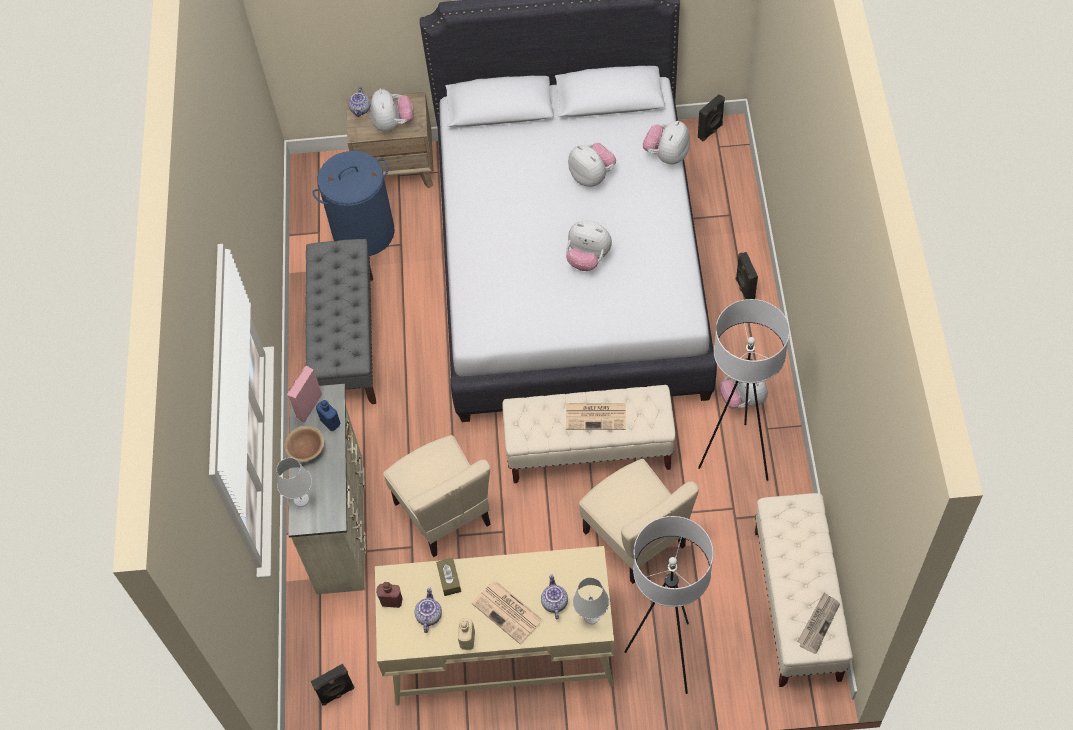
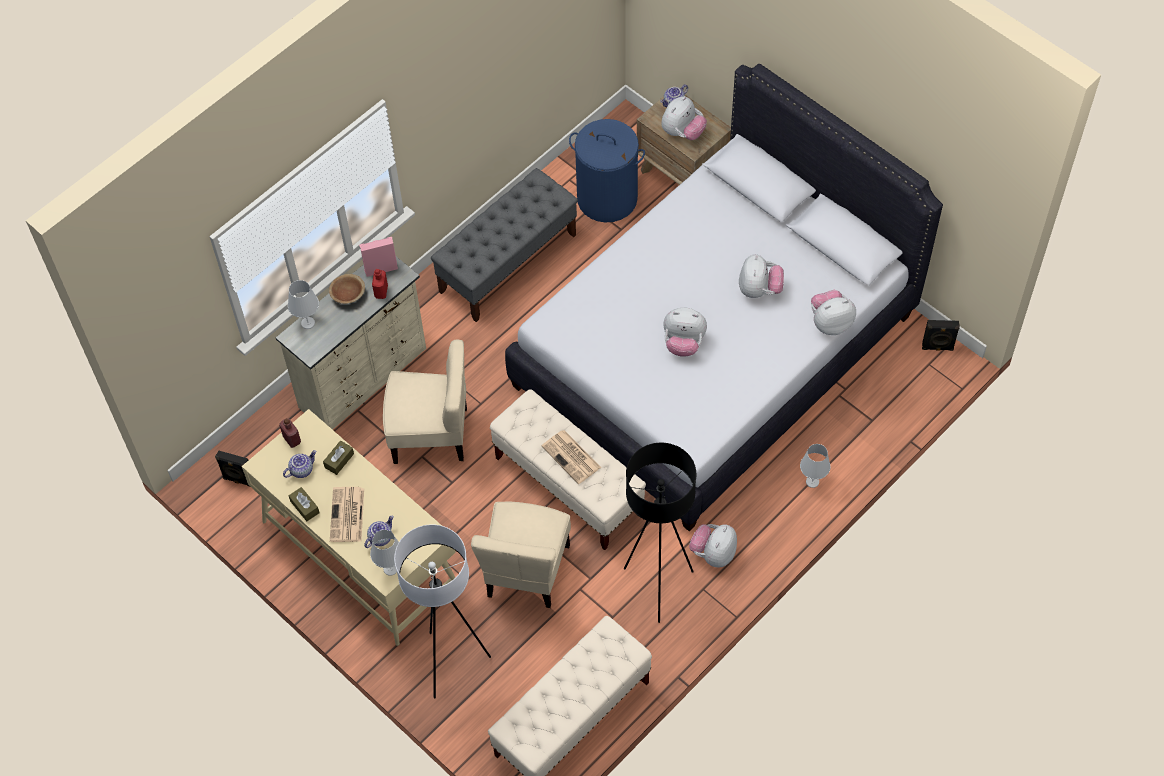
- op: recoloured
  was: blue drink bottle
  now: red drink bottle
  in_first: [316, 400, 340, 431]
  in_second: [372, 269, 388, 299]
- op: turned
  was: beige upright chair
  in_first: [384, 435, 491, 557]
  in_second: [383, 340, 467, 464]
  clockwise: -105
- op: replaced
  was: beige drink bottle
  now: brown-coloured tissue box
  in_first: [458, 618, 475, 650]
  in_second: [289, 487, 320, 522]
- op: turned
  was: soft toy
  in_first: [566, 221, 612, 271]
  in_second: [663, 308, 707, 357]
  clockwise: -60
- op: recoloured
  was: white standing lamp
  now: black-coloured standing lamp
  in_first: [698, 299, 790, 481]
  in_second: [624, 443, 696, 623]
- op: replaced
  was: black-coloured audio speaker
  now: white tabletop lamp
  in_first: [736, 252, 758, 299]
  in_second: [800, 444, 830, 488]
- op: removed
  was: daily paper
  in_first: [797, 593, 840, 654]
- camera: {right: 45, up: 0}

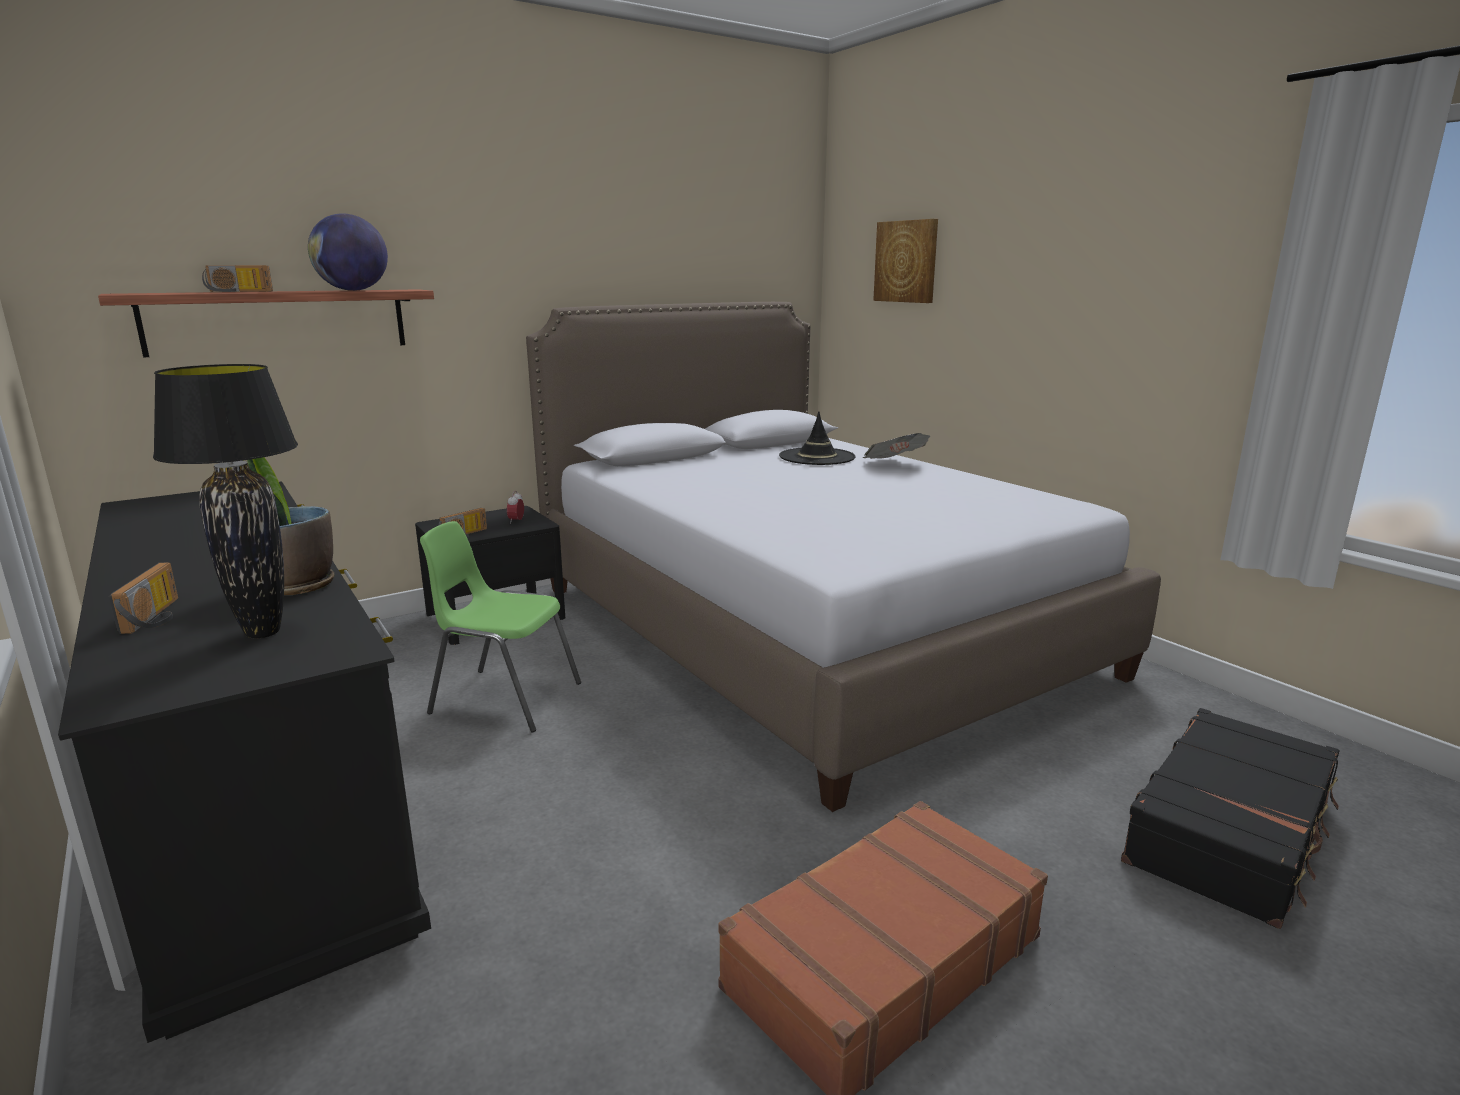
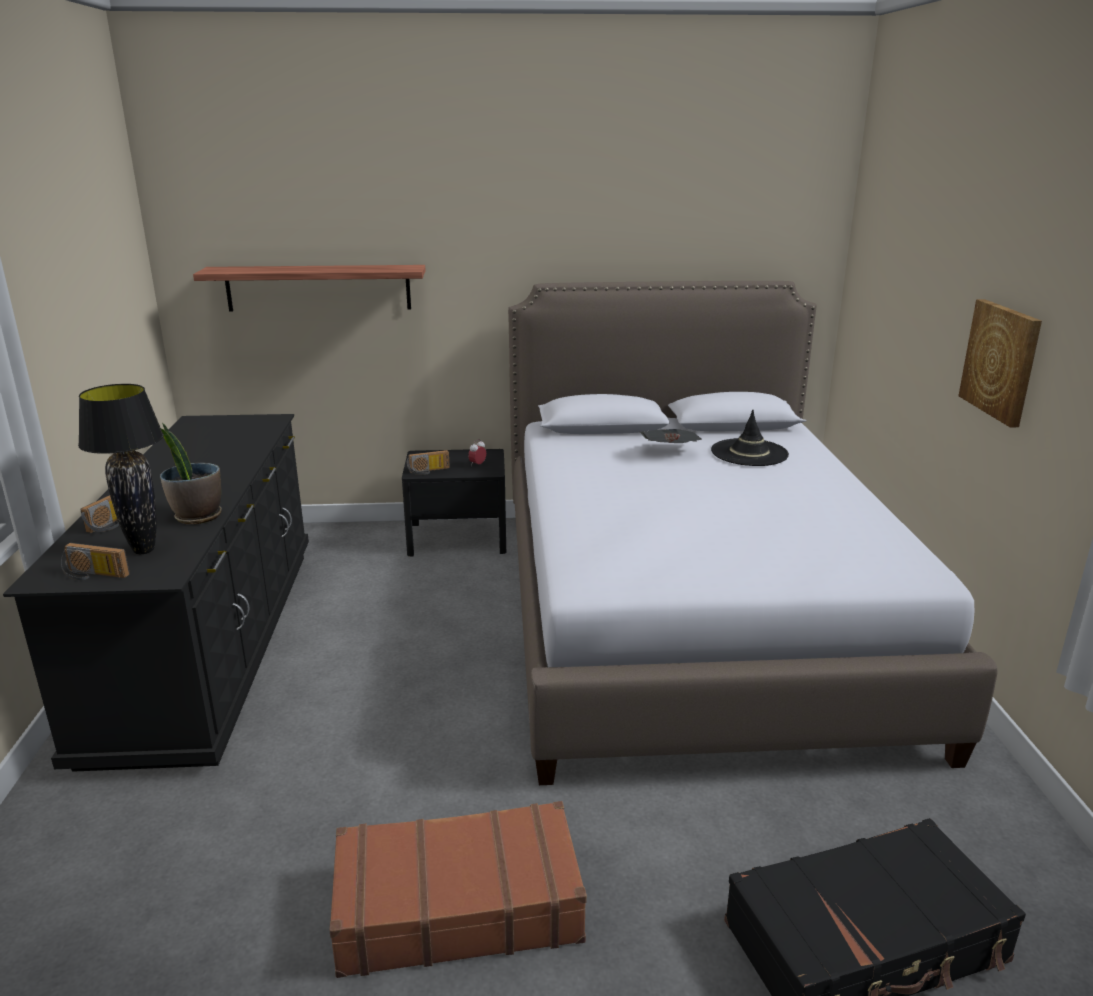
- op: moved
  was: radio
  in_first: [202, 265, 273, 292]
  in_second: [61, 543, 130, 580]
- op: removed
  was: world globe
  in_first: [308, 214, 388, 291]
- op: removed
  was: greenish upright chair
  in_first: [420, 521, 581, 732]
- op: moved
  was: daily paper
  in_first: [863, 433, 930, 459]
  in_second: [640, 429, 701, 443]
- op: moved
  was: wall art
  in_first: [873, 219, 938, 303]
  in_second: [958, 299, 1042, 428]
- camera: {right: 30, up: 5}

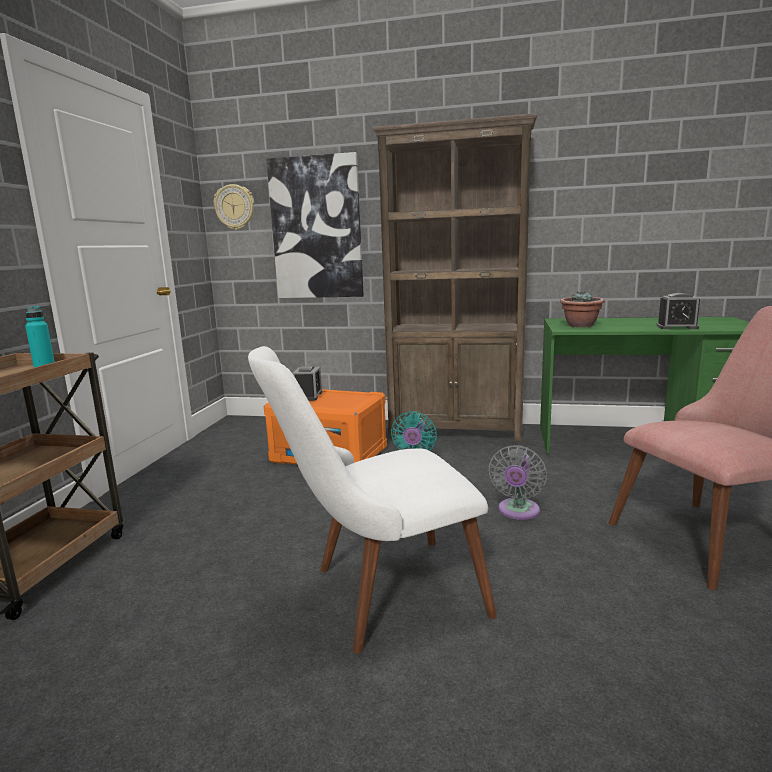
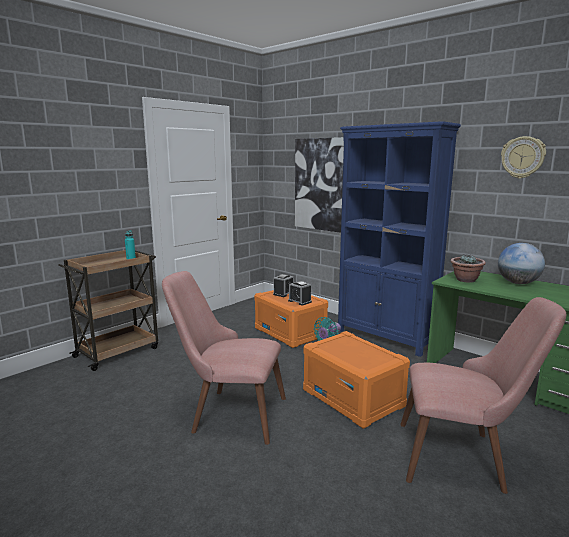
- op: moved
  was: hanging clock
  in_first: [214, 184, 254, 230]
  in_second: [501, 136, 546, 179]
- op: recoloured
  was: white upright chair
  now: pink upright chair
  in_first: [248, 346, 497, 654]
  in_second: [162, 271, 286, 445]
- op: recoloured
  was: brown-coloured bookshelf
  now: blue bookshelf
  in_first: [372, 113, 537, 442]
  in_second: [338, 121, 461, 357]
- op: replaced
  was: greyish fan
  now: orangey storage bin
  in_first: [488, 445, 547, 520]
  in_second: [303, 331, 410, 429]
- op: moved
  was: alarm clock
  in_first: [656, 293, 700, 329]
  in_second: [288, 281, 312, 306]
- op: added
  now: world globe
  in_second: [498, 243, 545, 284]
- camera: {right: 30, up: 0}

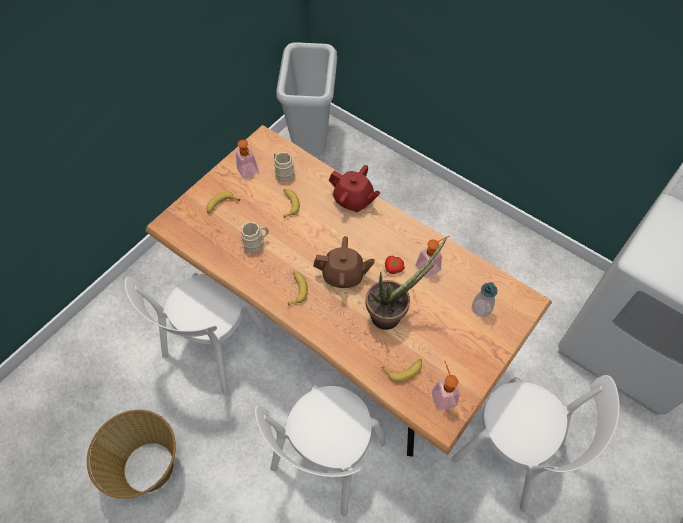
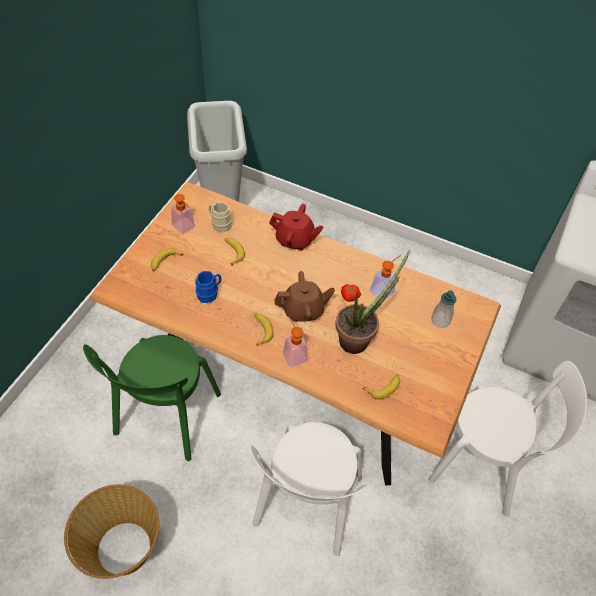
- op: recoloured
  was: white upright chair
  now: greenish upright chair
  in_first: [125, 273, 269, 395]
  in_second: [83, 335, 221, 461]
- op: recoloured
  was: beige mug
  now: blue mug
  in_first: [241, 222, 269, 253]
  in_second: [195, 271, 222, 303]
- op: moved
  was: soap bottle
  in_first: [432, 361, 460, 410]
  in_second: [283, 317, 308, 367]
- camera: {right: -15, up: -5}

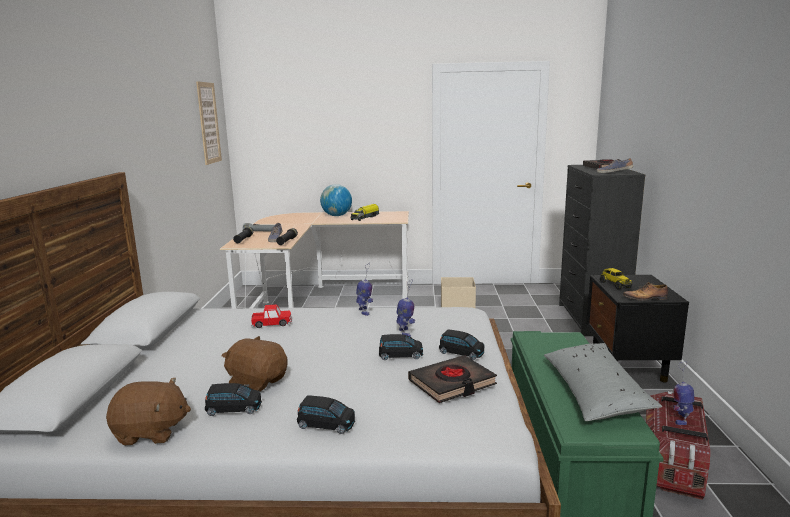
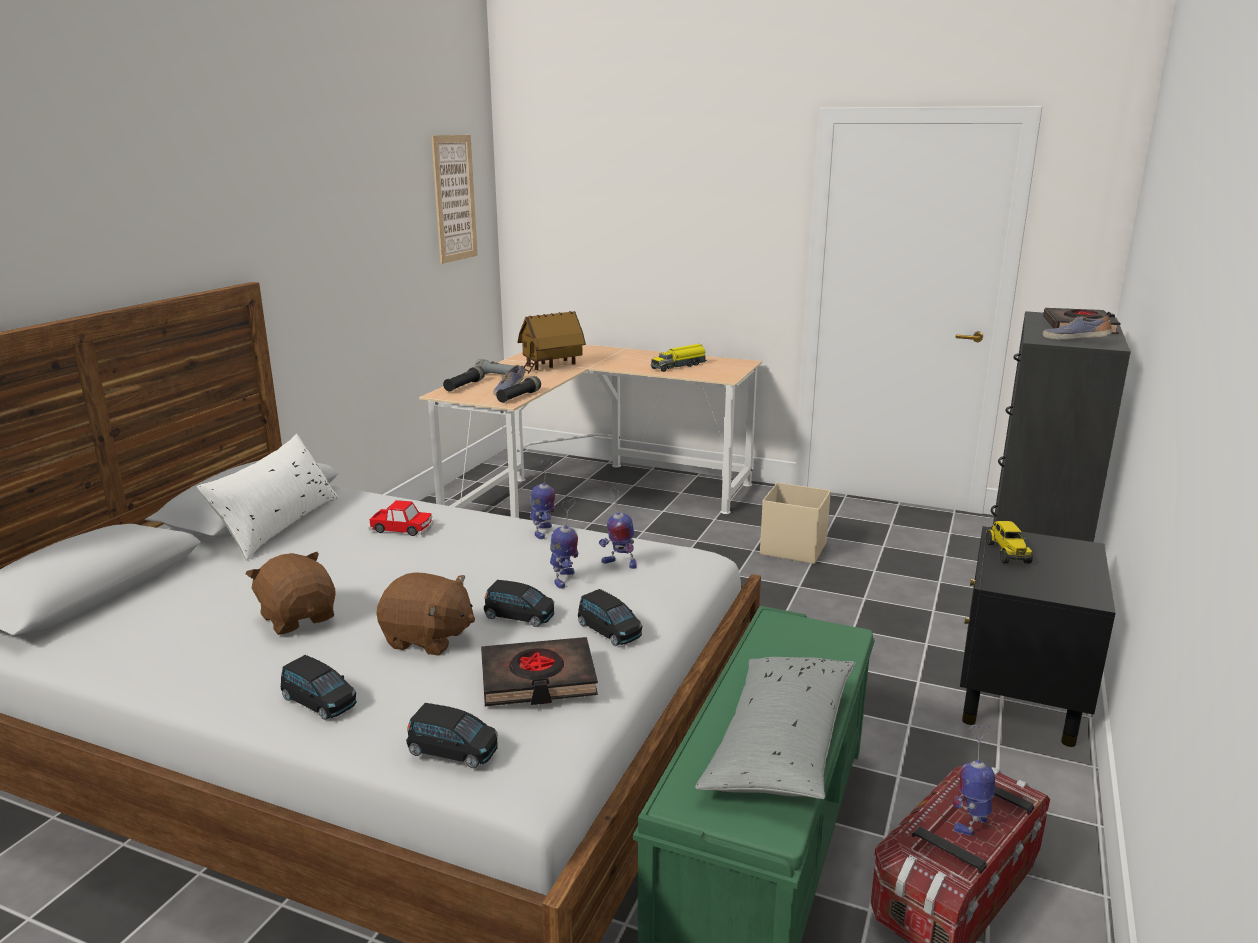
- op: moved
  was: brown-coloured soft toy
  in_first: [106, 378, 191, 446]
  in_second: [377, 572, 475, 656]
- op: moved
  was: black-coloured model car
  in_first: [205, 383, 262, 416]
  in_second: [406, 703, 498, 768]
- op: removed
  was: world globe
  in_first: [320, 184, 352, 216]
- op: removed
  was: low shoe
  in_first: [623, 282, 668, 301]
- op: added
  now: white pillow
  in_second: [196, 434, 338, 561]
- op: added
  now: model house
  in_second: [518, 311, 586, 374]
- op: added
  now: robot figure
  in_second: [599, 485, 637, 569]
- camera: {right: 20, up: 5}

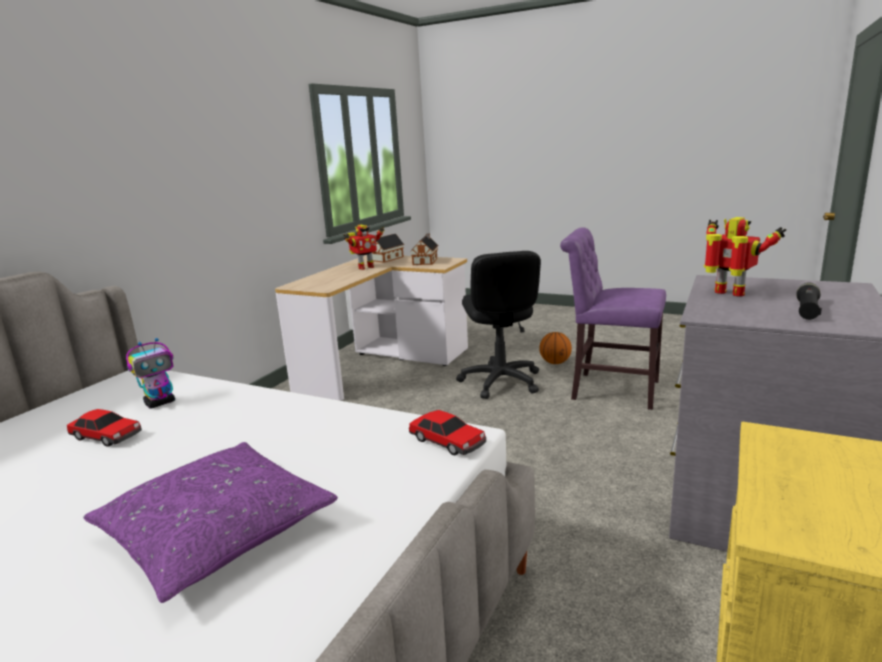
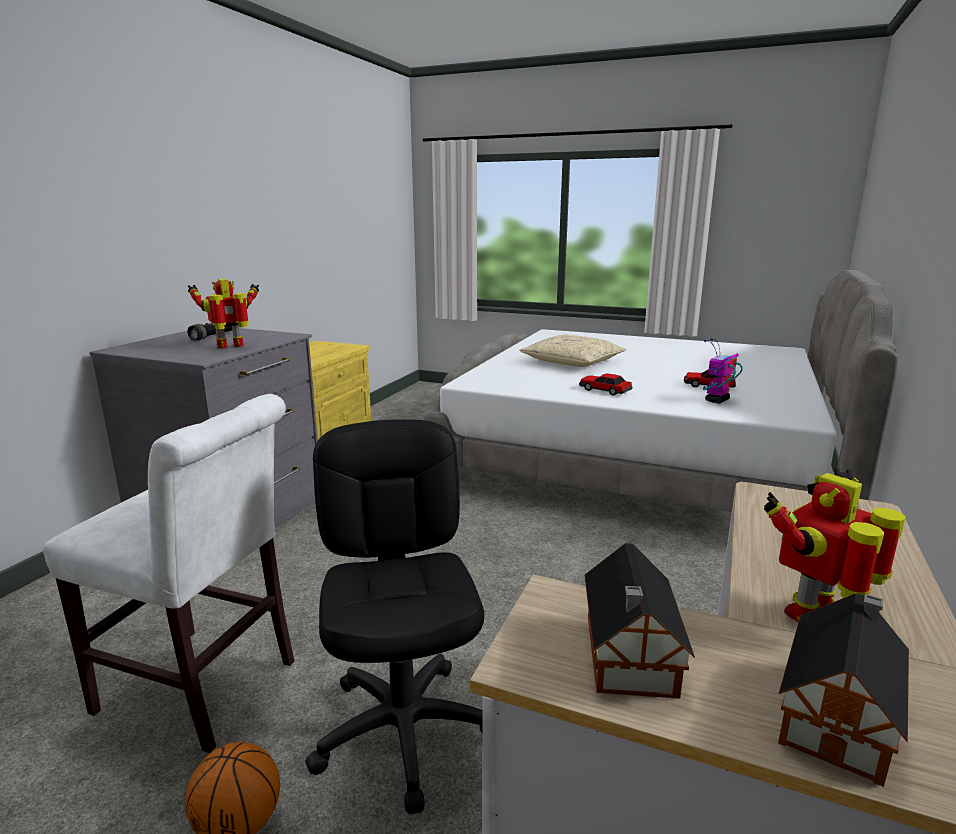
- op: recoloured
  was: purple-coloured pillow
  now: beige pillow
  in_first: [83, 442, 338, 603]
  in_second: [519, 335, 626, 367]
- op: moved
  was: model car
  in_first: [409, 410, 486, 455]
  in_second: [579, 374, 632, 396]
- op: recoloured
  was: purple-coloured upright chair
  now: white upright chair
  in_first: [560, 227, 666, 410]
  in_second: [43, 394, 294, 753]
- op: turned
  was: robot figure
  in_first: [704, 217, 786, 296]
  in_second: [188, 279, 259, 348]
  clockwise: 105
- camera: {right: 175, up: 0}

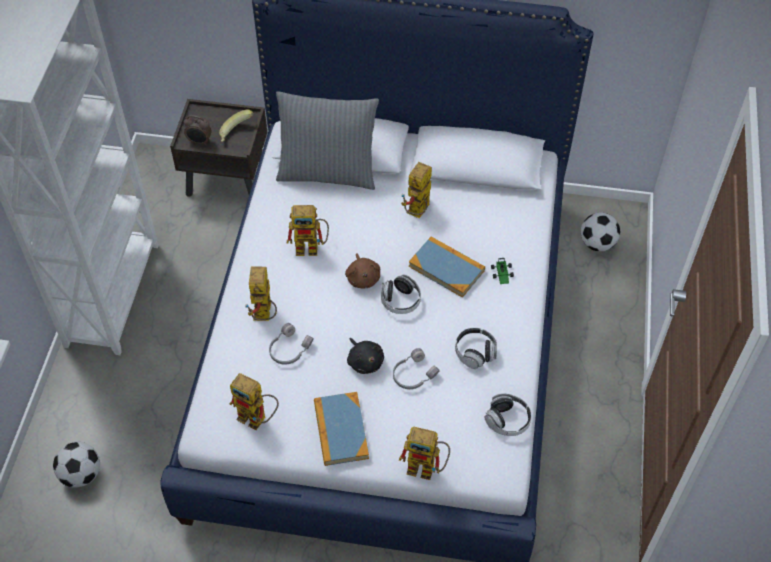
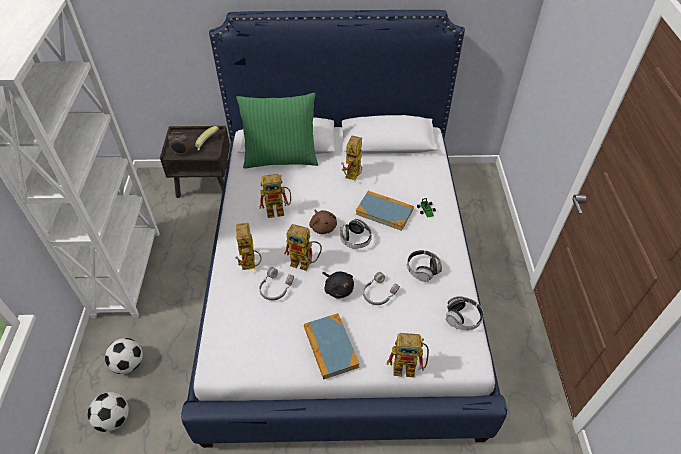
- op: moved
  was: robot figure
  in_first: [229, 373, 279, 430]
  in_second: [284, 224, 322, 271]
- op: recoloured
  was: greyish pillow
  now: greenish pillow
  in_first: [276, 91, 379, 190]
  in_second: [236, 93, 318, 169]
- op: moved
  was: football ball
  in_first: [581, 212, 620, 251]
  in_second: [105, 338, 143, 374]
- camera: {right: -10, up: -5}

